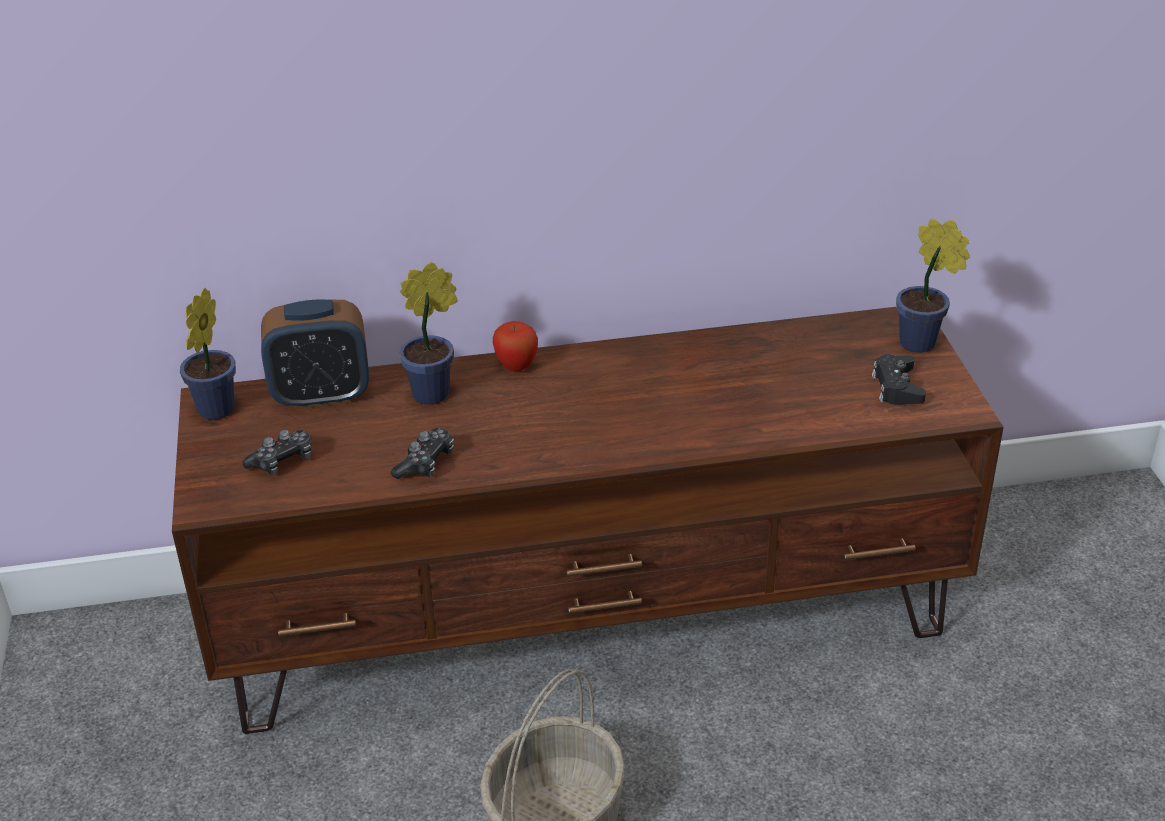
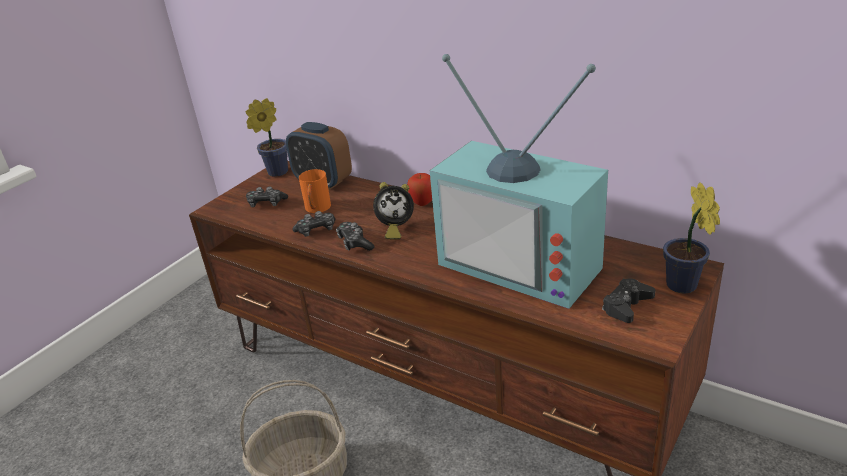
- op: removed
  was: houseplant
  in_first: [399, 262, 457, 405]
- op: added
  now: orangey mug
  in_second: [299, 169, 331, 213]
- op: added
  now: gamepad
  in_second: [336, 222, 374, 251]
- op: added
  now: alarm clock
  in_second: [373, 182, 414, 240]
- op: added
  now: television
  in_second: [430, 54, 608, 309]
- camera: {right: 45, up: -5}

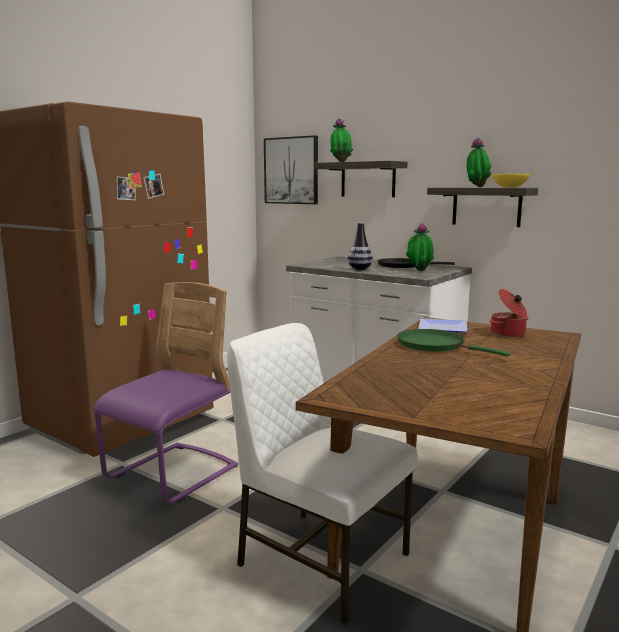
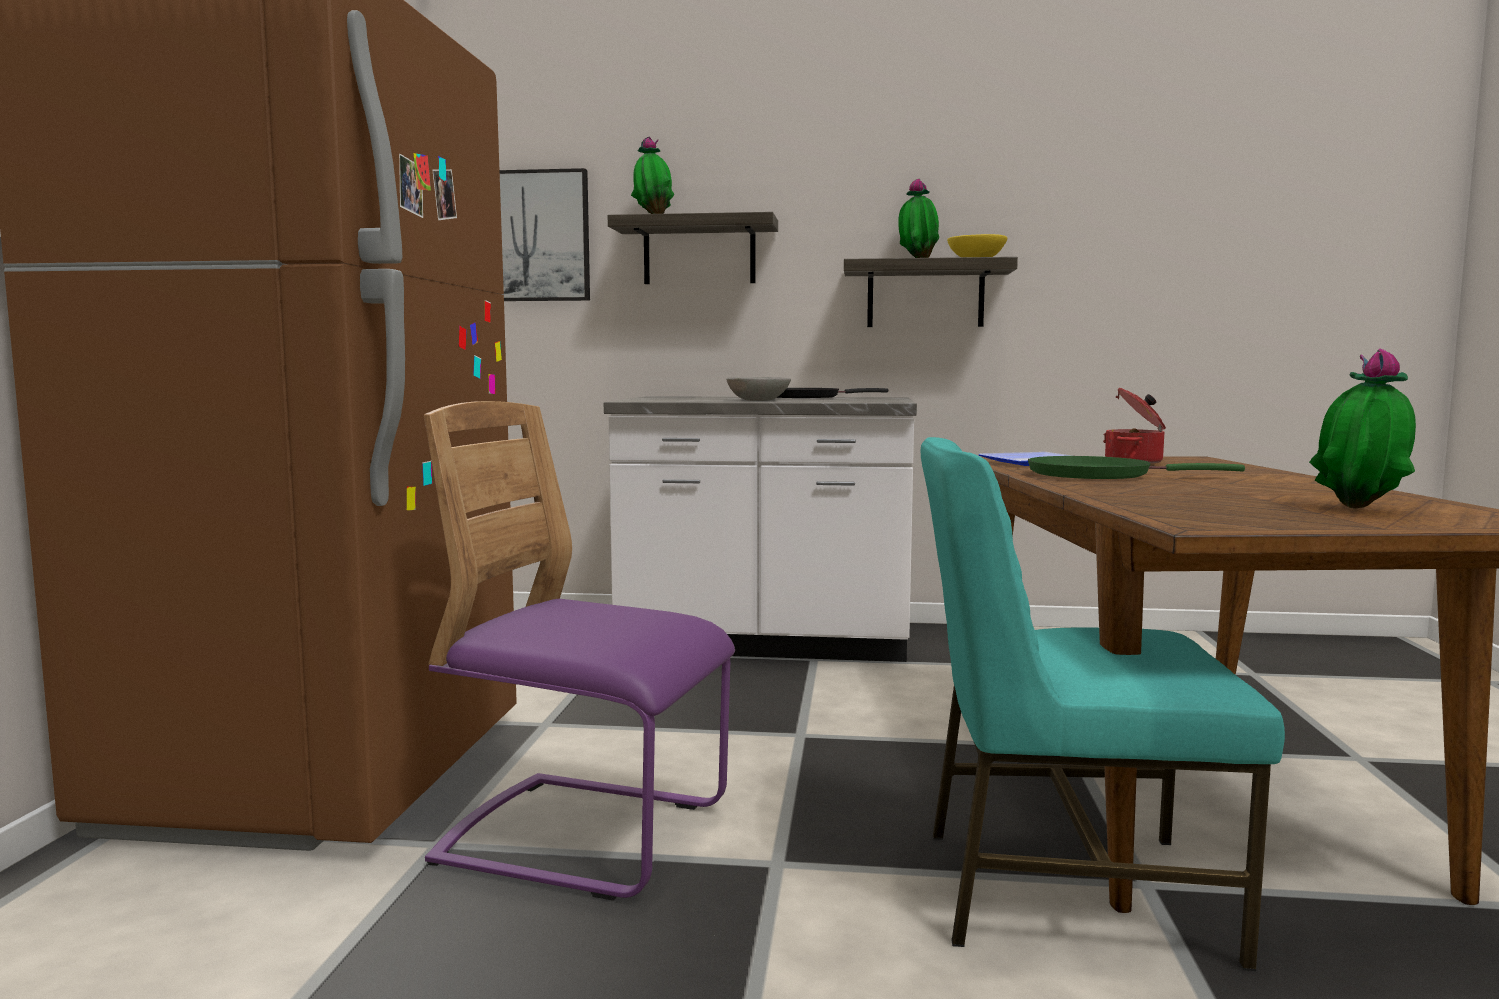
- op: turned
  was: purple-coloured upright chair
  in_first: [93, 282, 239, 503]
  in_second: [424, 401, 735, 901]
  clockwise: -75
- op: recoloured
  was: white upright chair
  now: turquoise-coloured upright chair
  in_first: [227, 323, 418, 625]
  in_second: [921, 437, 1285, 971]
- op: replaced
  was: vase
  now: greyish bowl
  in_first: [348, 223, 373, 270]
  in_second: [726, 377, 791, 401]
- op: moved
  was: houseplant
  in_first: [406, 223, 434, 271]
  in_second: [1309, 348, 1416, 509]
- camera: {right: -30, up: -5}

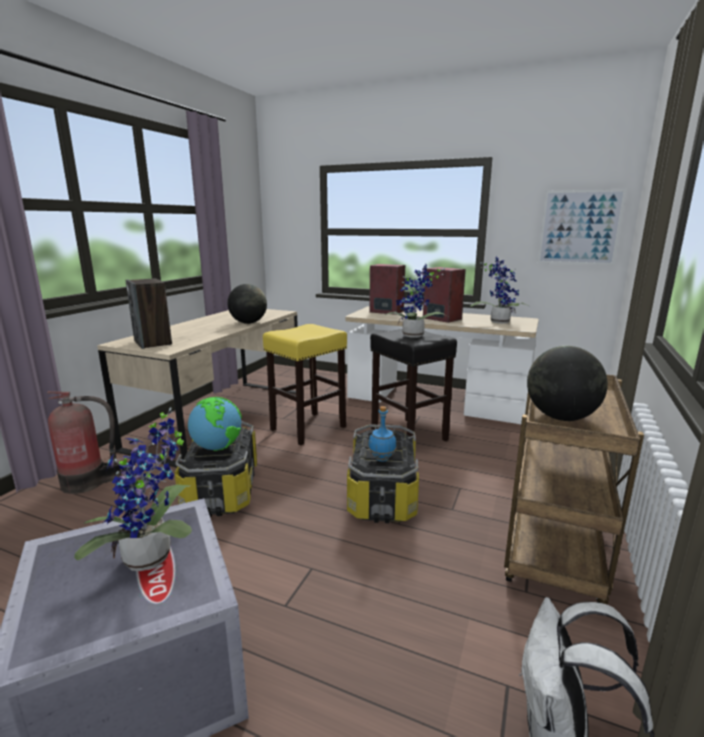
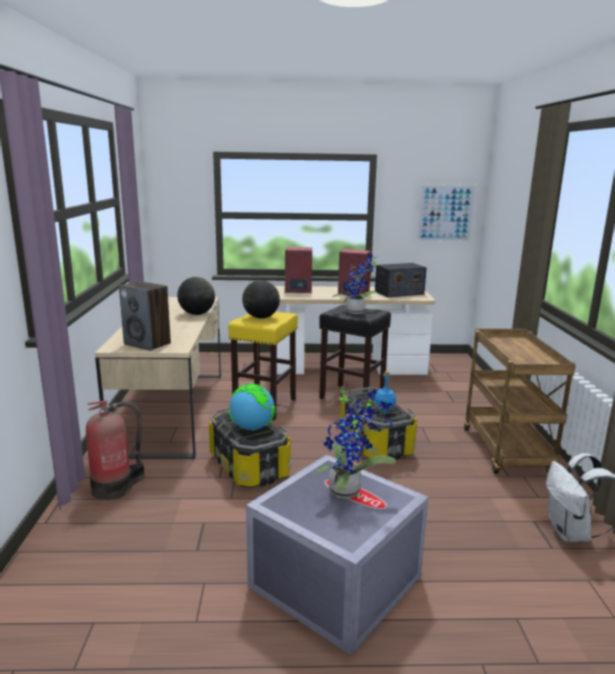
- op: replaced
  was: houseplant
  now: radio
  in_first: [470, 256, 530, 324]
  in_second: [375, 263, 427, 297]
- op: moved
  was: world globe
  in_first: [527, 346, 608, 421]
  in_second: [242, 280, 280, 319]
- camera: {right: -25, up: 0}

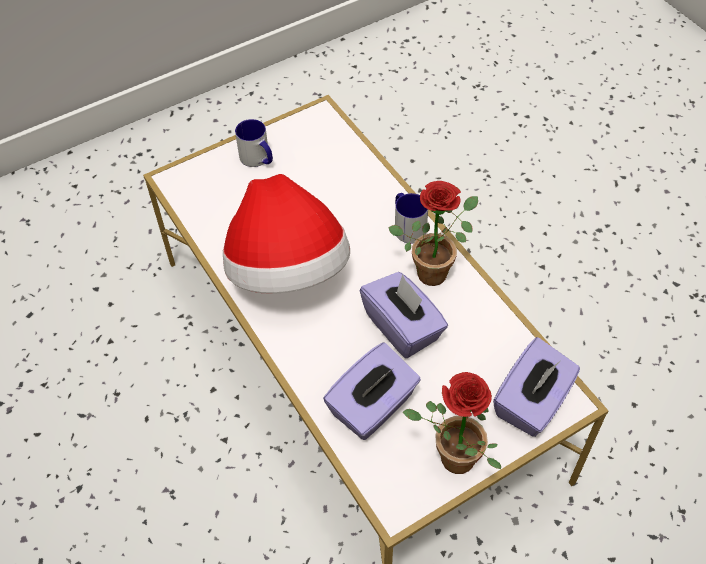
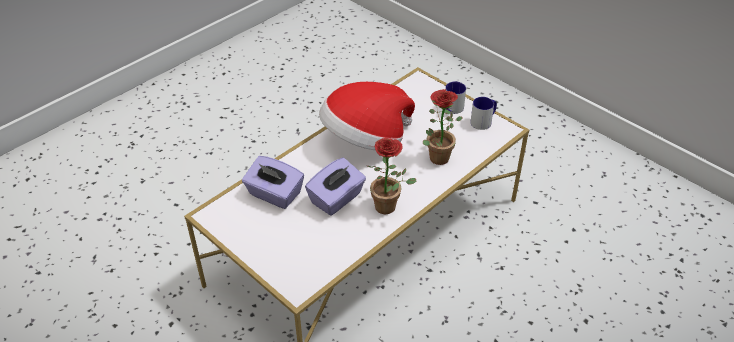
- op: moved
  was: mug
  in_first: [395, 193, 428, 244]
  in_second: [470, 97, 497, 130]
- op: moved
  was: houseplant
  in_first: [402, 372, 501, 474]
  in_second: [423, 89, 463, 165]
- op: removed
  was: purple-coloured tissue box
  in_first: [493, 337, 580, 437]
- camera: {right: 75, up: -10}

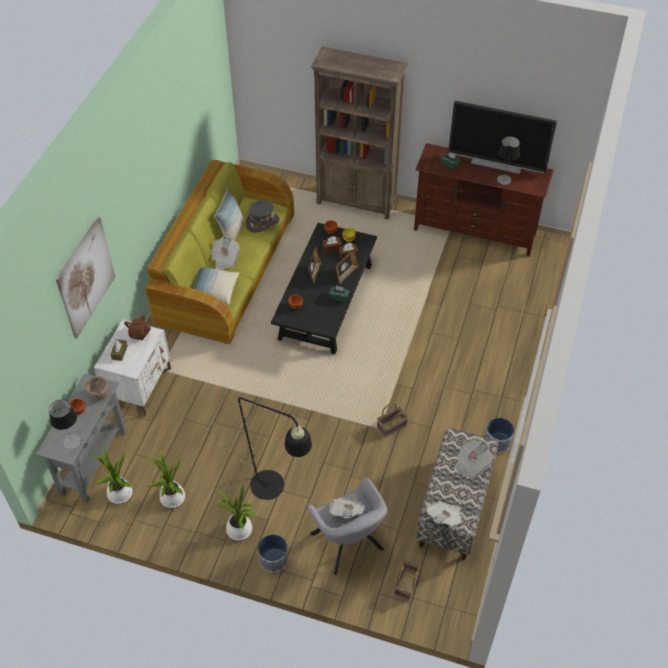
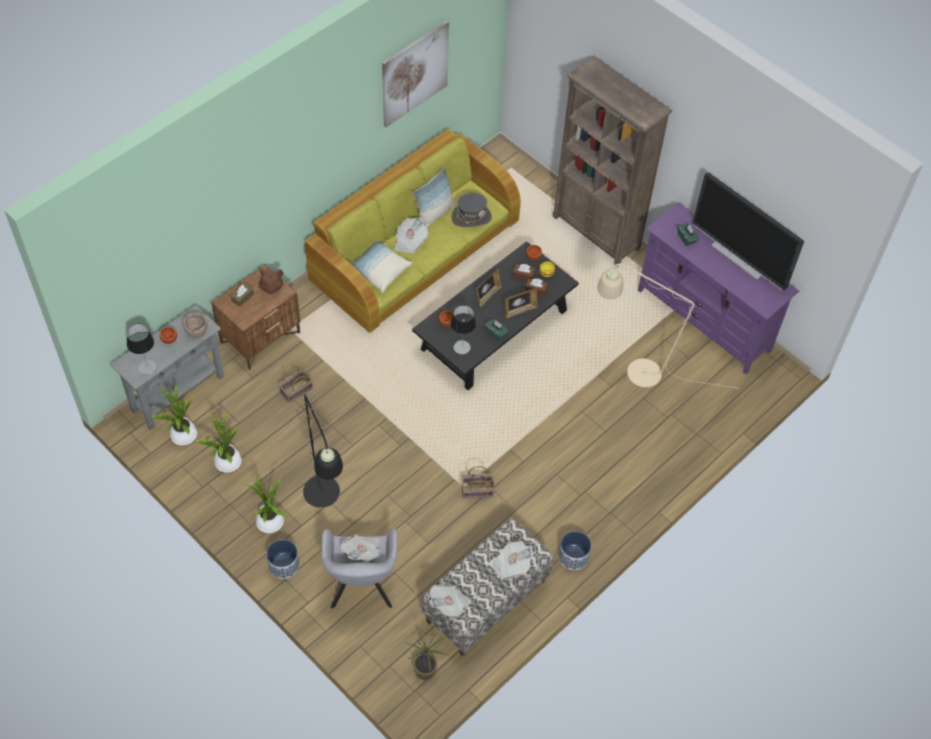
- op: moved
  was: wall art
  in_first: [56, 217, 115, 338]
  in_second: [382, 21, 449, 127]
- op: recoloured
  was: white night table
  now: brown-coloured night table
  in_first: [94, 319, 171, 416]
  in_second: [211, 265, 300, 370]
- op: moved
  was: storage basket
  in_first: [394, 561, 422, 600]
  in_second: [279, 365, 313, 403]
- op: recoloured
  was: brown-coloured tv unit
  now: purple-coloured tv unit
  in_first: [414, 143, 554, 256]
  in_second: [638, 202, 799, 375]
- op: moved
  was: tabletop lamp
  in_first: [497, 136, 520, 185]
  in_second: [451, 305, 476, 354]
- op: added
  now: houseplant
  in_second: [405, 628, 449, 681]
- op: added
  now: beige standing lamp
  in_second: [597, 264, 735, 388]
- camera: {right: 25, up: 5}

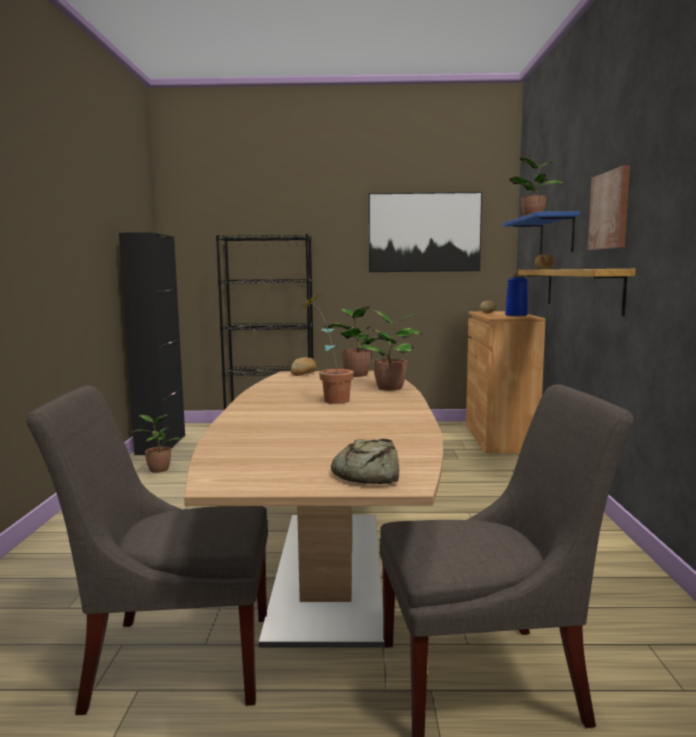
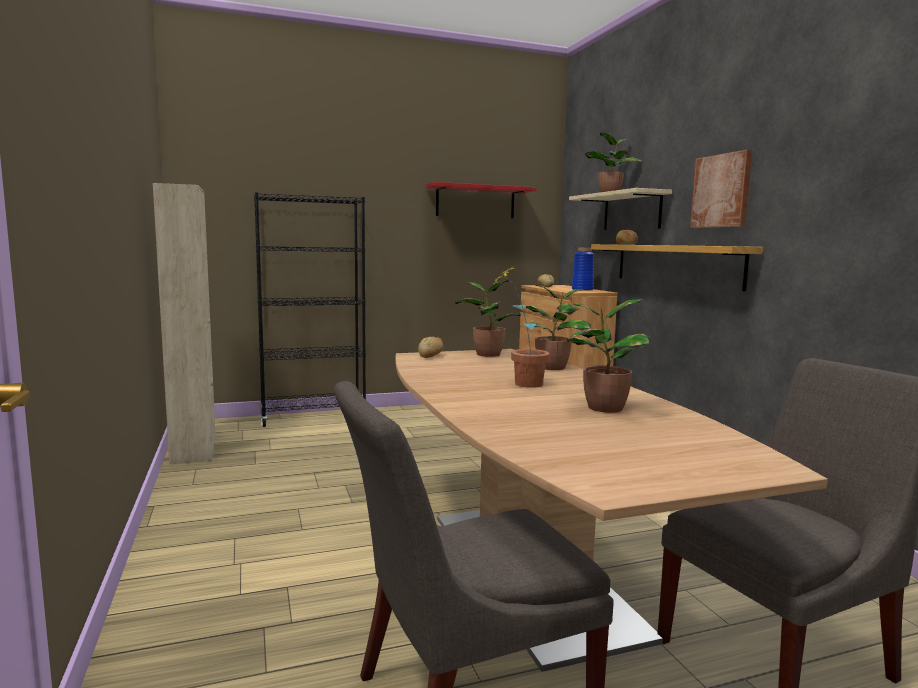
- op: recoloured
  was: black-coloured storage cabinet
  now: beige storage cabinet
  in_first: [119, 232, 185, 455]
  in_second: [153, 183, 216, 464]
- op: moved
  was: houseplant
  in_first: [130, 415, 183, 473]
  in_second: [567, 299, 653, 413]
- op: removed
  was: bakery bread
  in_first: [331, 439, 399, 484]
- op: replaced
  was: wall art
  now: red shelf
  in_first: [369, 192, 482, 272]
  in_second: [425, 182, 537, 218]
- op: recoloured
  was: blue shelf
  now: beige shelf
  in_first: [502, 211, 580, 255]
  in_second: [569, 188, 672, 230]
- camera: {right: -20, up: 0}

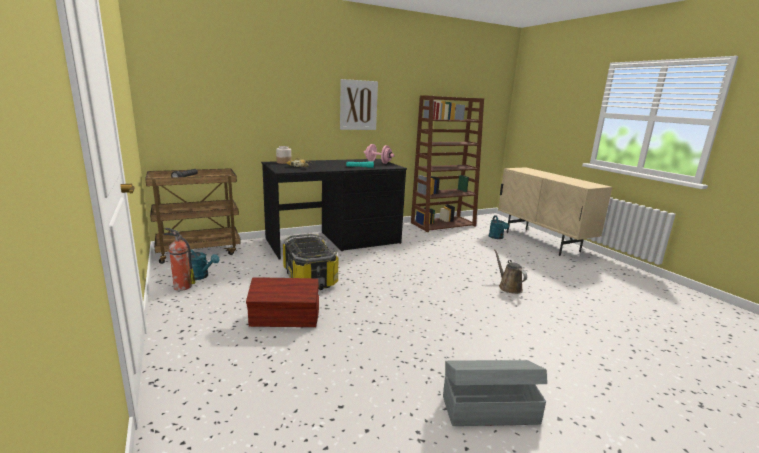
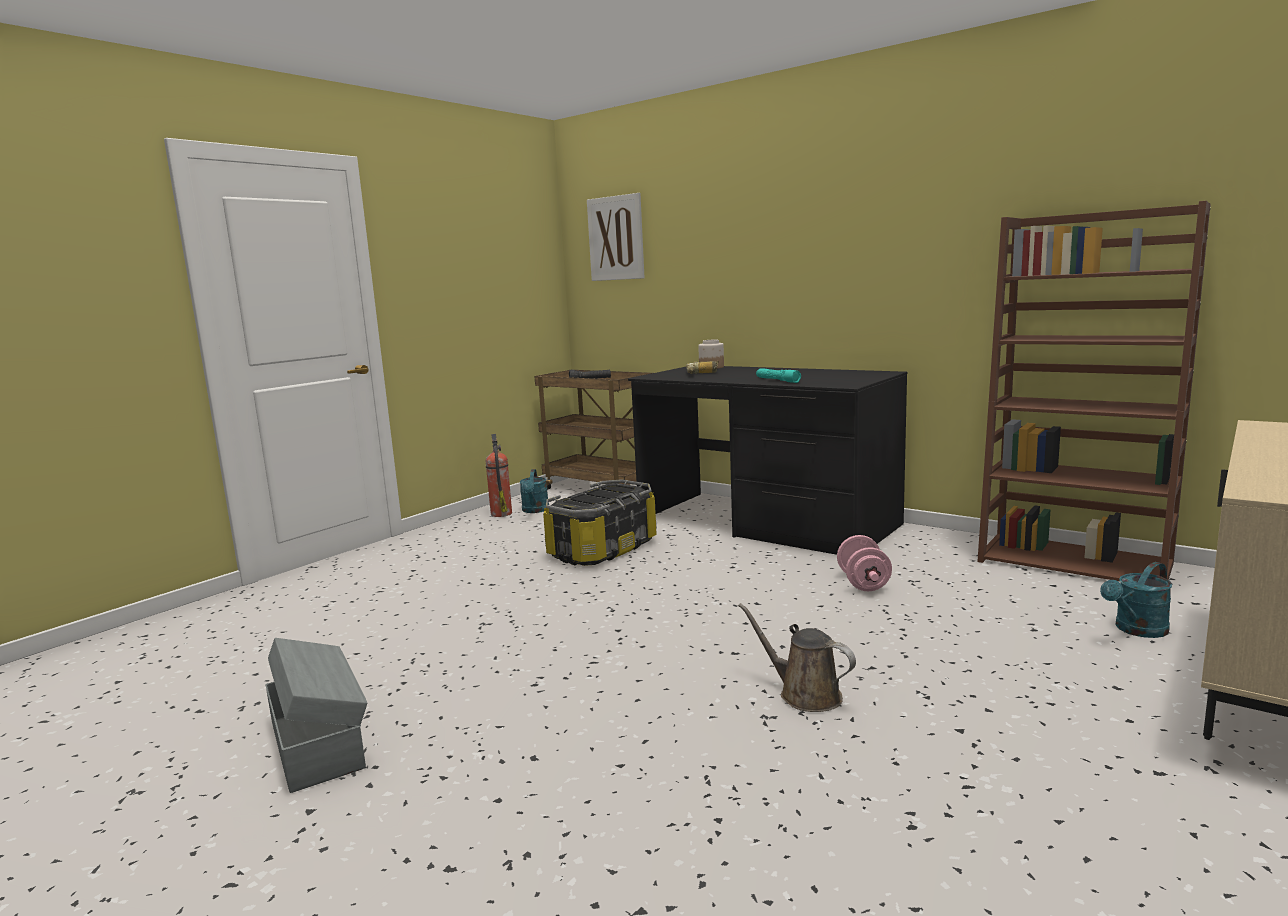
- op: removed
  was: brown-coloured storage bin
  in_first: [246, 277, 319, 327]
- op: moved
  was: wall art
  in_first: [340, 79, 378, 130]
  in_second: [587, 193, 645, 281]
- op: moved
  was: pink free weight
  in_first: [364, 144, 395, 164]
  in_second: [837, 535, 892, 591]
- op: turned
  was: brown-coloured watering pot
  in_first: [494, 249, 527, 294]
  in_second: [738, 603, 856, 712]
  clockwise: -90
- camera: {right: 65, up: -5}

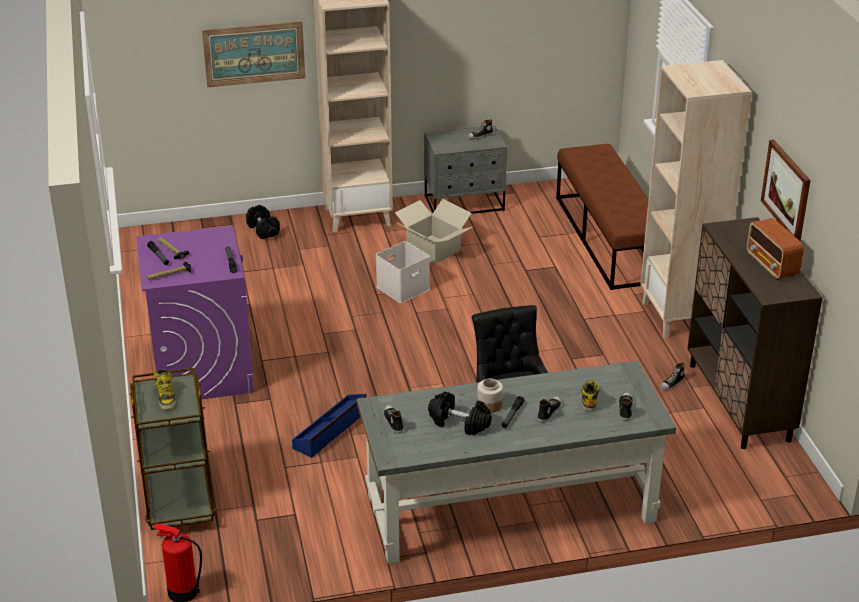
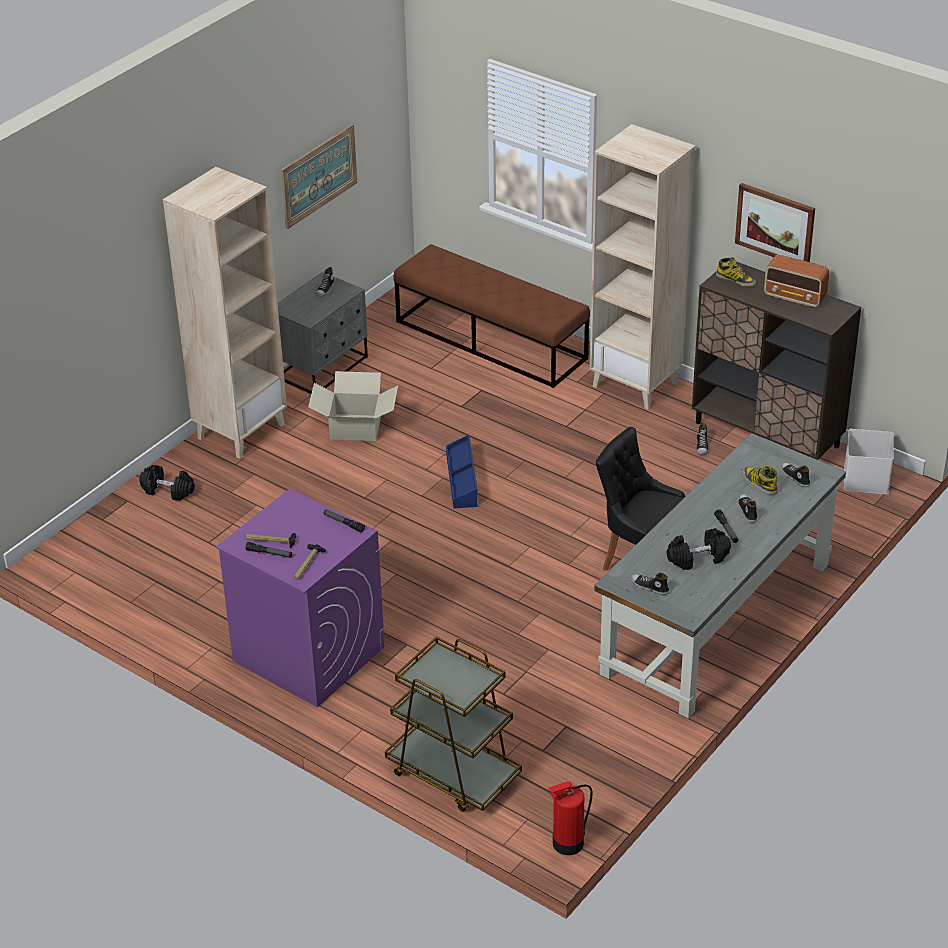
- op: moved
  was: tall boot
  in_first: [154, 369, 176, 410]
  in_second: [716, 257, 756, 287]
- op: moved
  was: wall art
  in_first: [202, 21, 305, 87]
  in_second: [281, 124, 357, 229]
- op: moved
  was: blue storage bin
  in_first: [292, 394, 367, 458]
  in_second: [446, 435, 478, 509]
- op: moved
  was: white storage bin
  in_first: [376, 241, 430, 303]
  in_second: [844, 429, 894, 494]
- op: removed
  was: storage jar
  in_first: [477, 378, 503, 413]
- camera: {right: -40, up: 5}

